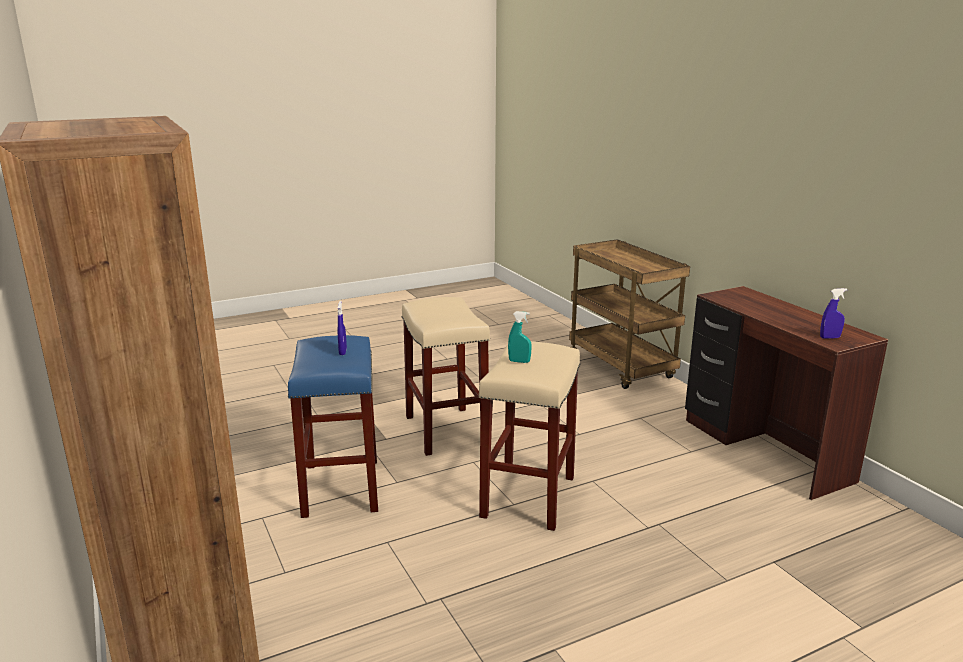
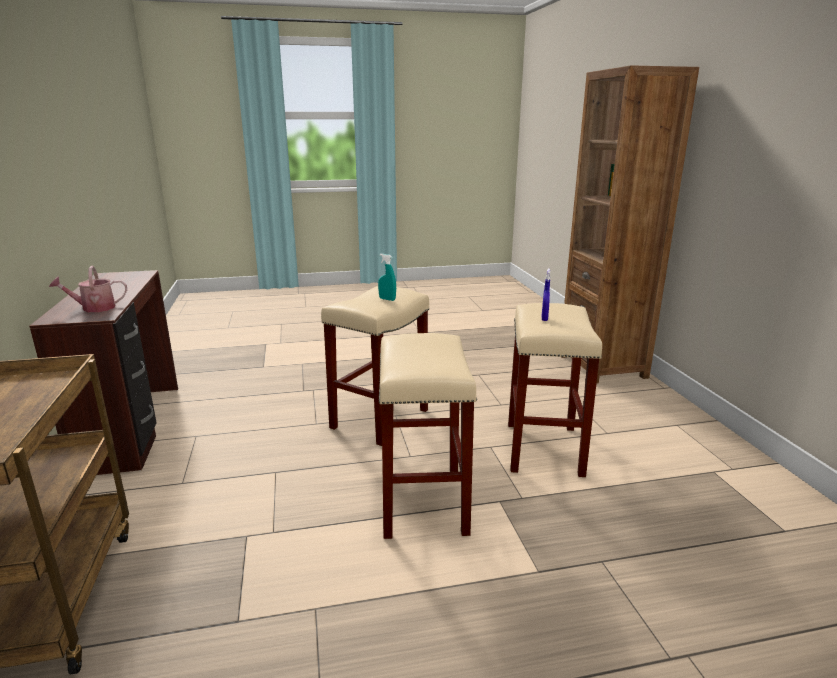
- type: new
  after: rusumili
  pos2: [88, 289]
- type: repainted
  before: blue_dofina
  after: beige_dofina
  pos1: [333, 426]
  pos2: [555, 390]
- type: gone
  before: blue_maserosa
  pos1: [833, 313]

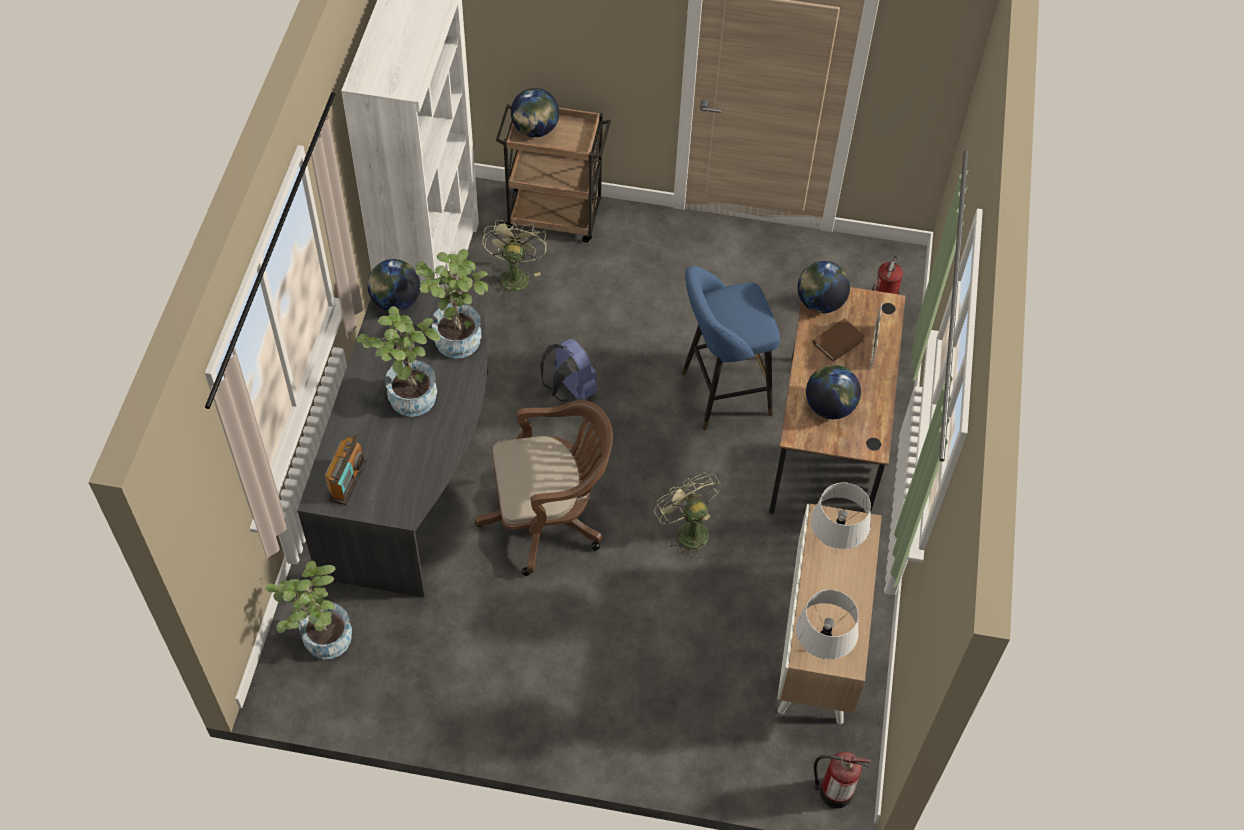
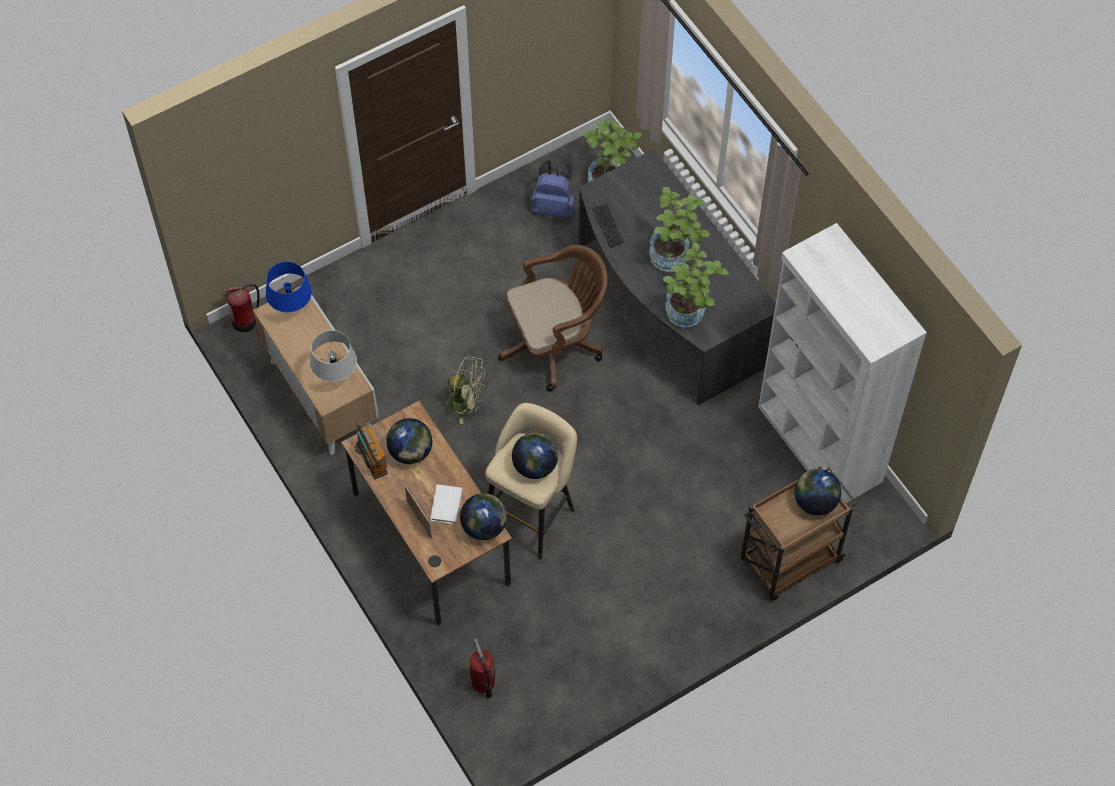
- type: repainted
  before: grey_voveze
  after: blue_voveze
  pos1: [827, 624]
  pos2: [289, 286]
- type: shifted
  before: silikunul
  pos1: [346, 469]
  pos2: [372, 451]
- type: repainted
  before: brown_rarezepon
  after: white_rarezepon
  pos1: [838, 340]
  pos2: [446, 504]
- type: repainted
  before: blue_dofina
  after: beige_dofina
  pos1: [731, 348]
  pos2: [531, 481]
- type: rotated
  before: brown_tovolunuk
  pos1: [544, 488]
  pos2: [552, 318]
  turn: -150
- type: shifted
  before: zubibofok
  pos1: [393, 285]
  pos2: [535, 456]
- type: shifted
  before: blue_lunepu
  pos1: [568, 370]
  pos2: [552, 189]
- type: new
  after: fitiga
  pos2: [608, 225]
- type: gone
  before: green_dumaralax
  pos1: [514, 258]

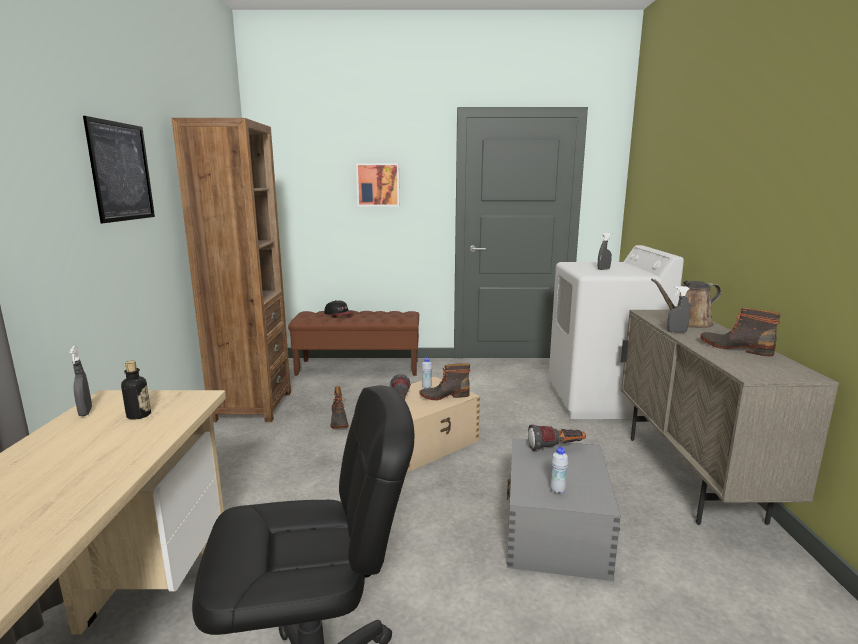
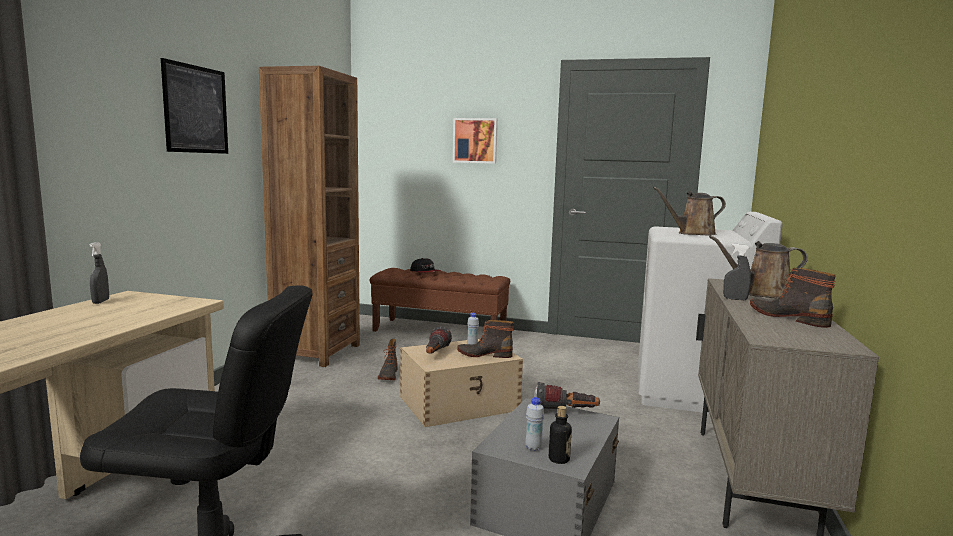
- type: shifted
  before: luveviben
  pos1: [136, 390]
  pos2: [560, 435]
- type: swapped
  before: grey_maserosa
  after: brown_rusumili
  pos1: [605, 251]
  pos2: [689, 211]

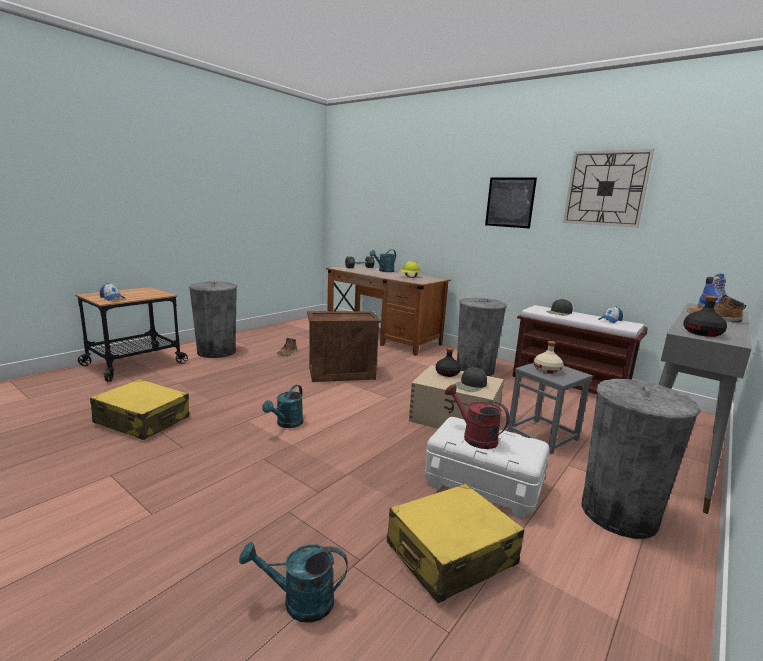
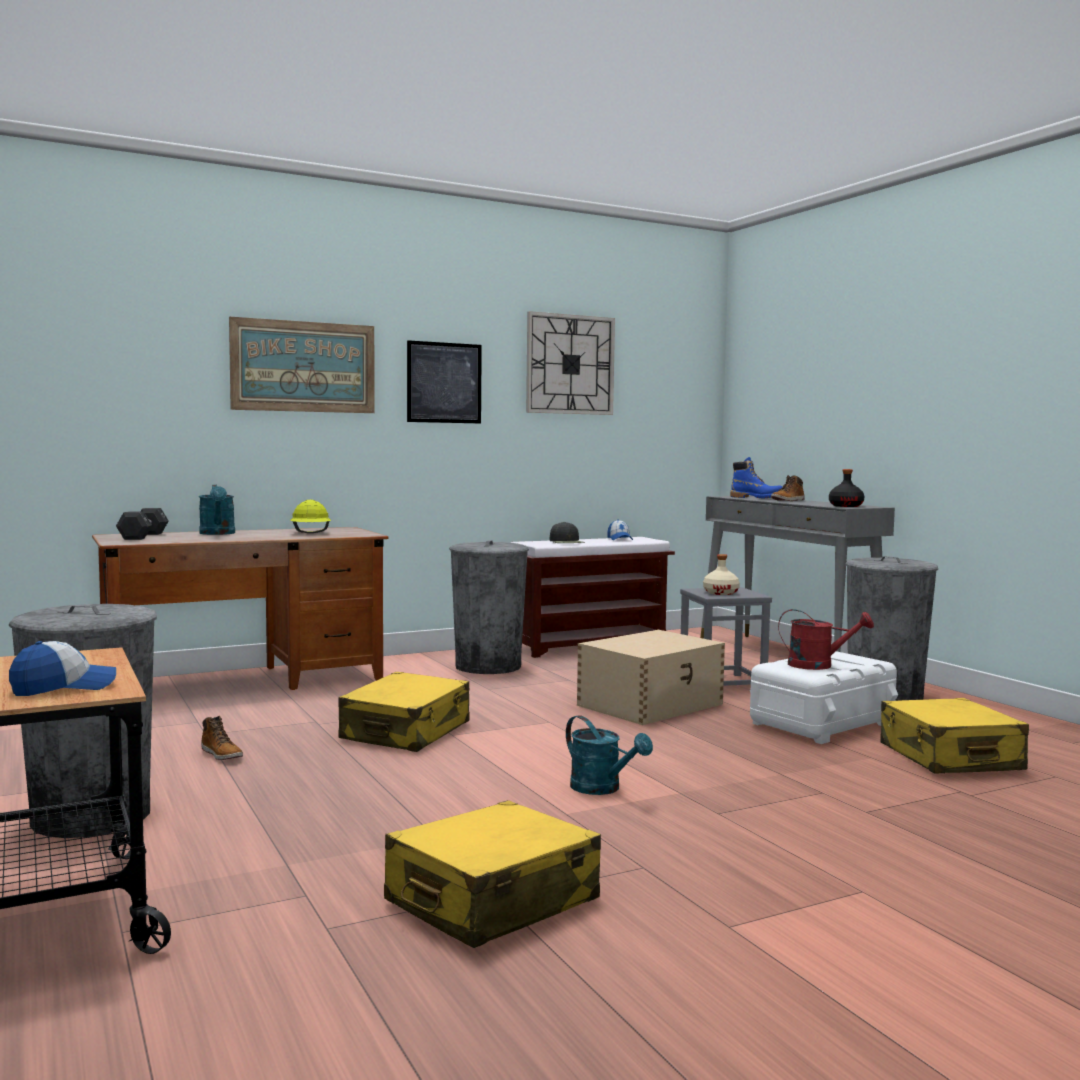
- type: new
  after: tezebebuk
  pos2: [302, 365]
- type: swapped
  before: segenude
  after: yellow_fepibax
  pos1: [344, 346]
  pos2: [404, 712]
- type: rotated
  before: red_rusumili
  pos1: [477, 416]
  pos2: [826, 639]
  turn: -150
- type: gone
  before: turquoise_rusumili
  pos1: [293, 582]
- type: gone
  before: black_luveviben
  pos1: [448, 362]
- type: gone
  before: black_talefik
  pos1: [471, 380]

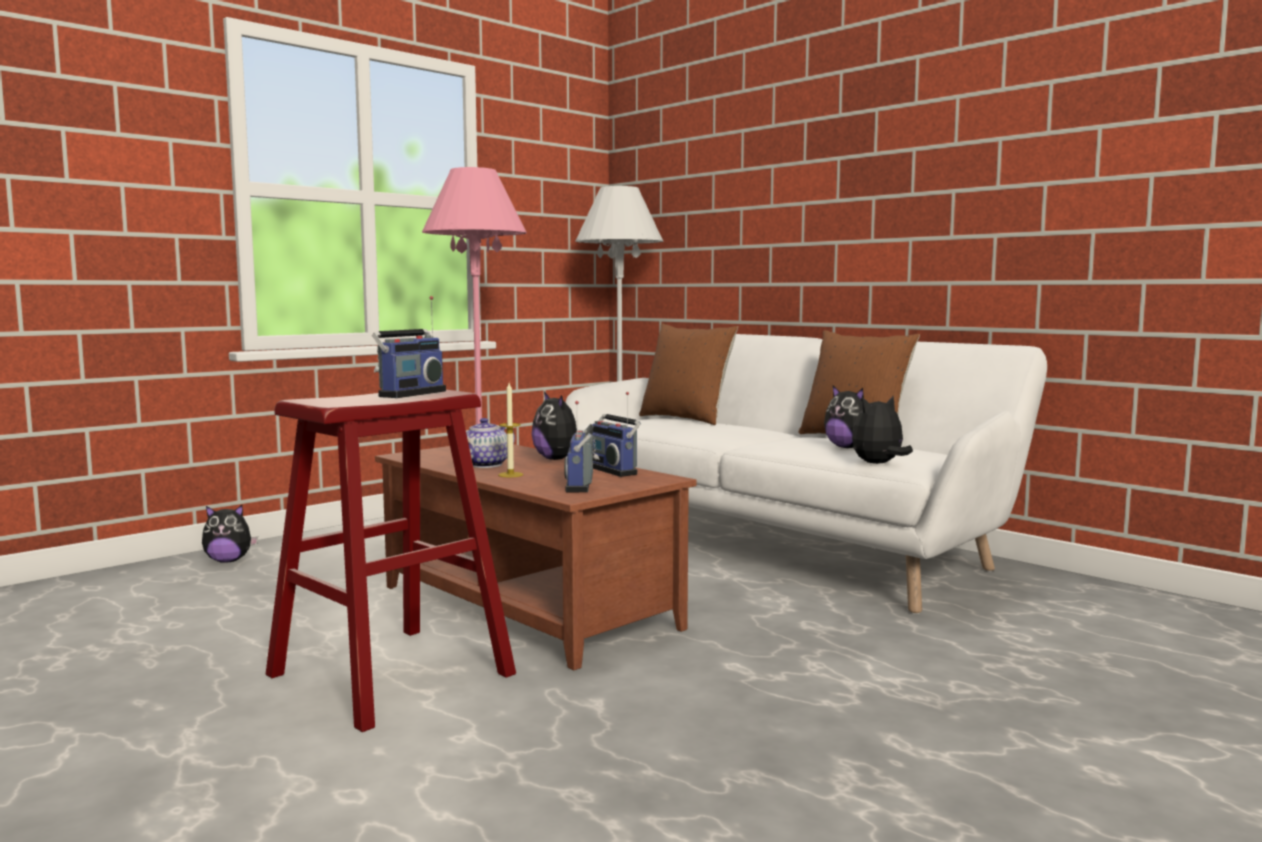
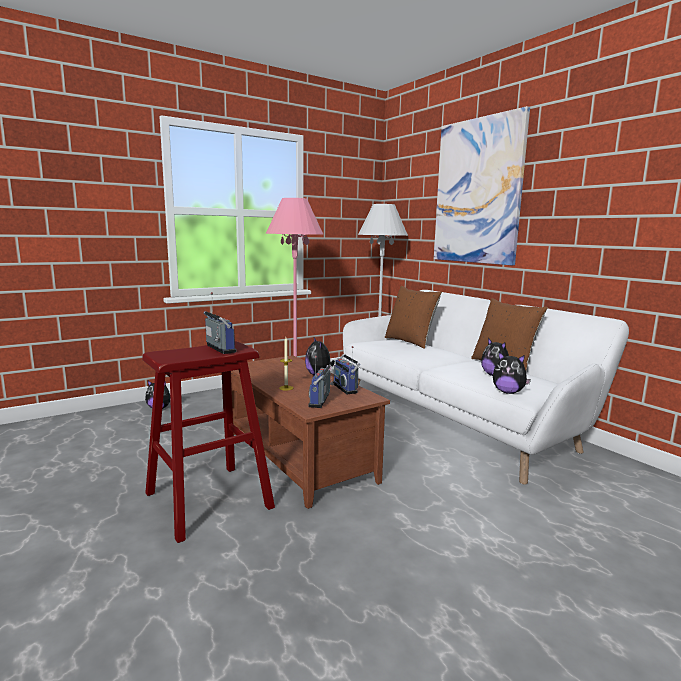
- type: rotated
  before: silikunul
  pos1: [409, 347]
  pos2: [220, 323]
  turn: -75
- type: new
  after: tezebebuk
  pos2: [482, 185]
- type: rotated
  before: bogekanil
  pos1: [882, 430]
  pos2: [512, 373]
  turn: -135
- type: gone
  before: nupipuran
  pos1: [490, 443]

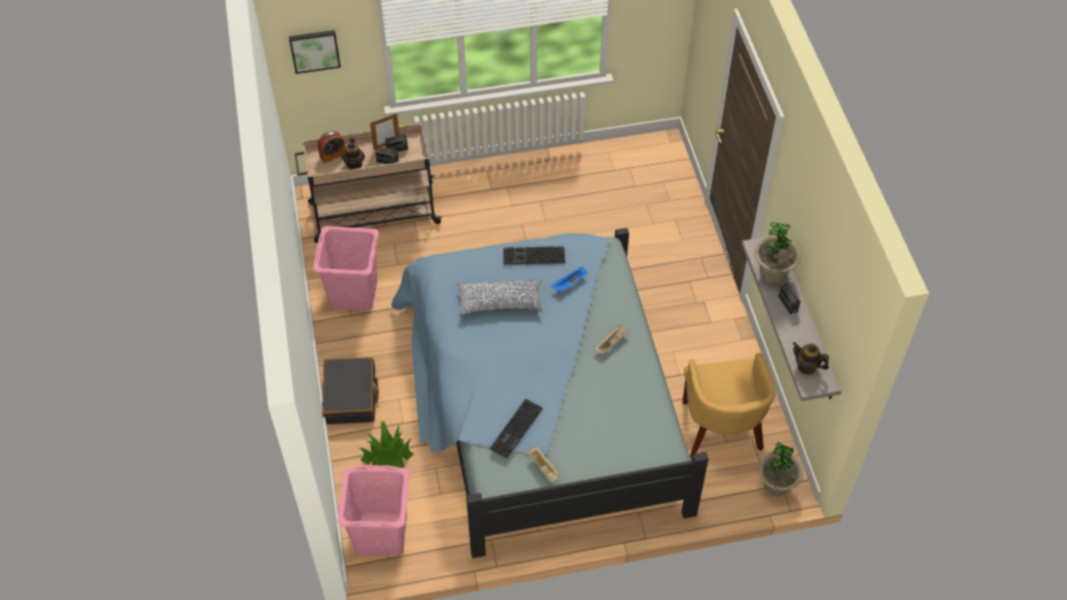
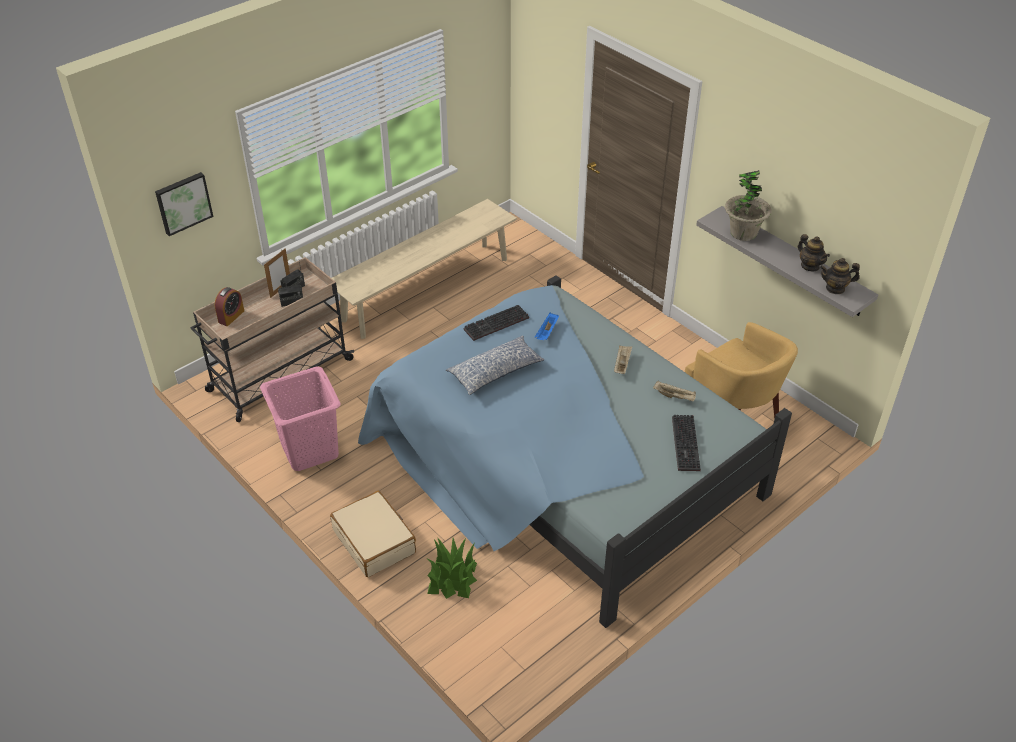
- type: repainted
  before: black_fepibax
  after: beige_fepibax
  pos1: [350, 391]
  pos2: [373, 534]
- type: new
  after: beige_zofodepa
  pos2: [424, 269]
- type: shifted
  before: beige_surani
  pos1: [543, 464]
  pos2: [674, 391]
- type: shifted
  before: fitiga
  pos1: [516, 428]
  pos2: [686, 443]
- type: shifted
  before: nupipuran
  pos1: [353, 153]
  pos2: [814, 252]
- type: gone
  before: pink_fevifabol
  pos1: [373, 510]
- type: gone
  before: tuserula
  pos1: [780, 469]
- type: gone
  before: silikunul
  pos1: [789, 298]

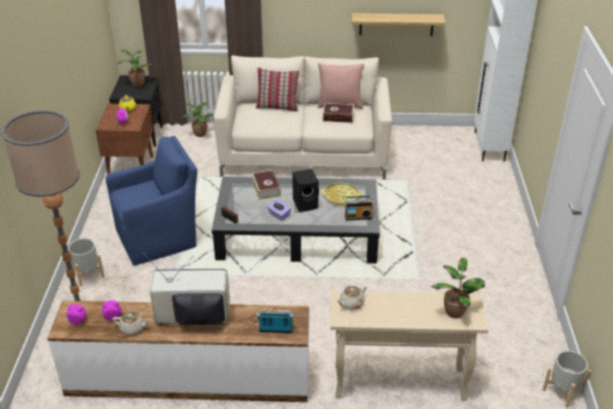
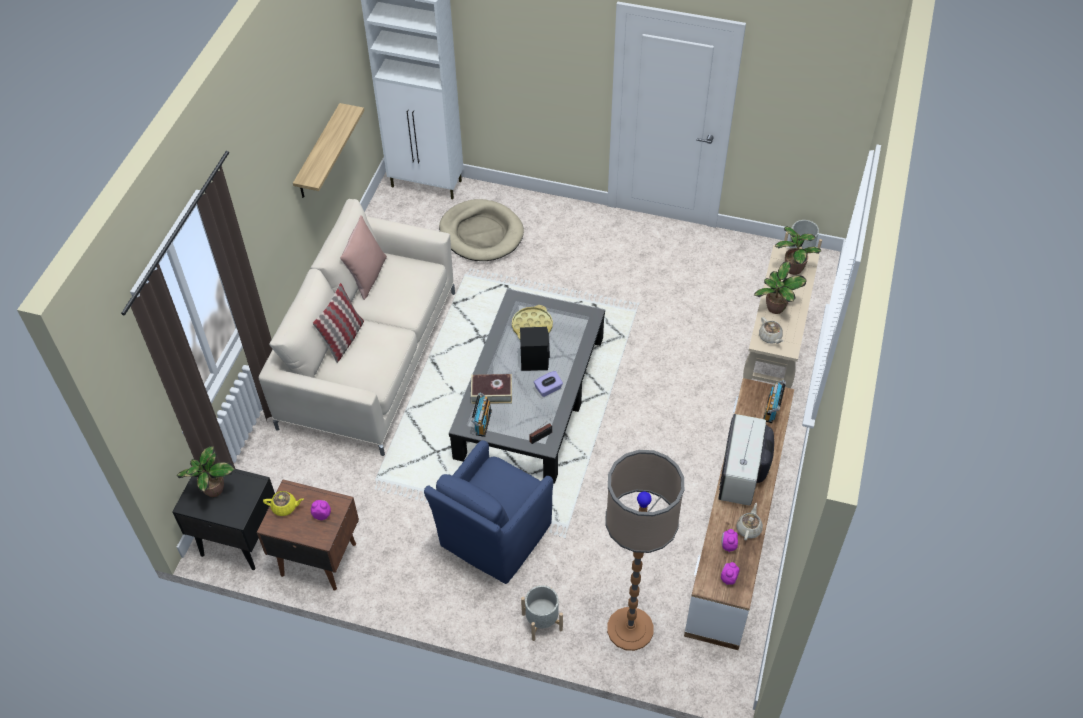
- type: rotated
  before: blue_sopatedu
  pos1: [151, 200]
  pos2: [488, 512]
  turn: -135
- type: new
  after: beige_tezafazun
  pos2: [481, 230]
- type: shifted
  before: silikunul
  pos1: [359, 208]
  pos2: [481, 414]
- type: shifted
  before: tuserula
  pos1: [198, 119]
  pos2: [780, 287]
- type: gone
  before: rarezepon
  pos1: [338, 113]

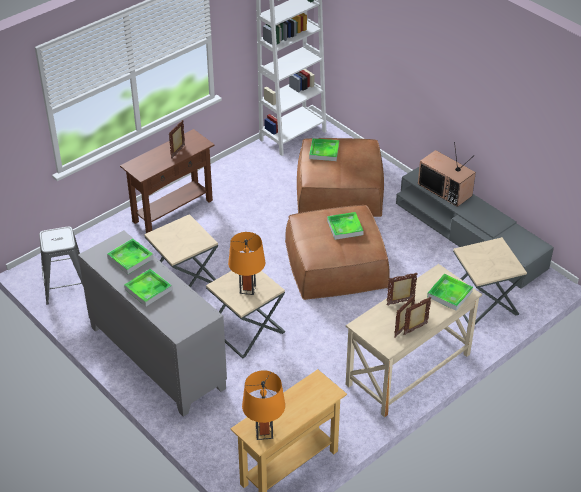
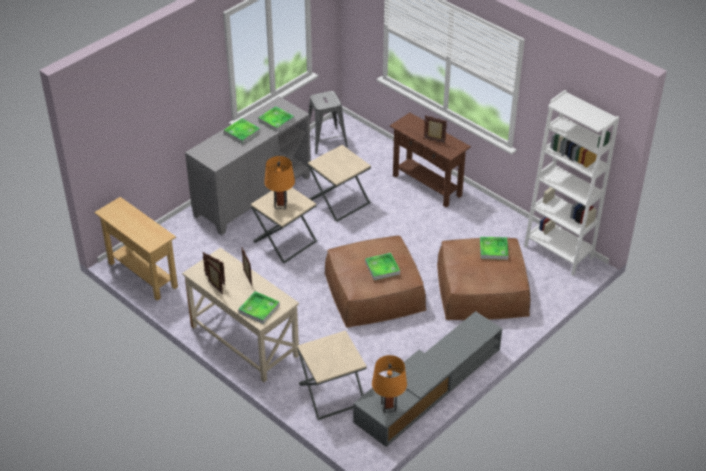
- type: shifted
  before: orange_voveze
  pos1: [263, 405]
  pos2: [389, 384]
- type: gone
  before: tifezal
  pos1: [447, 174]

